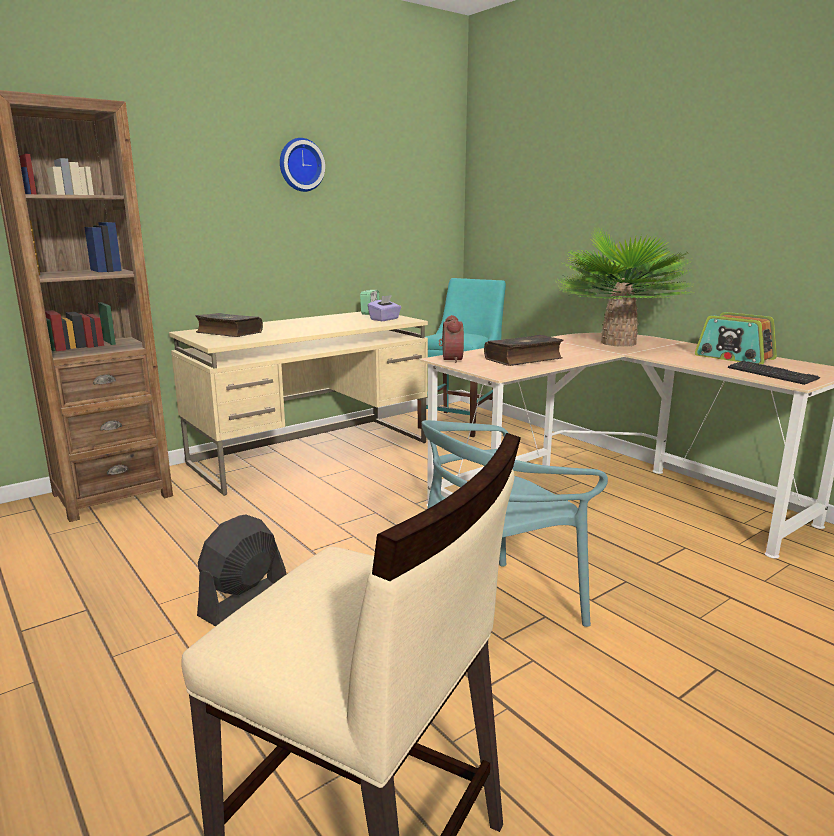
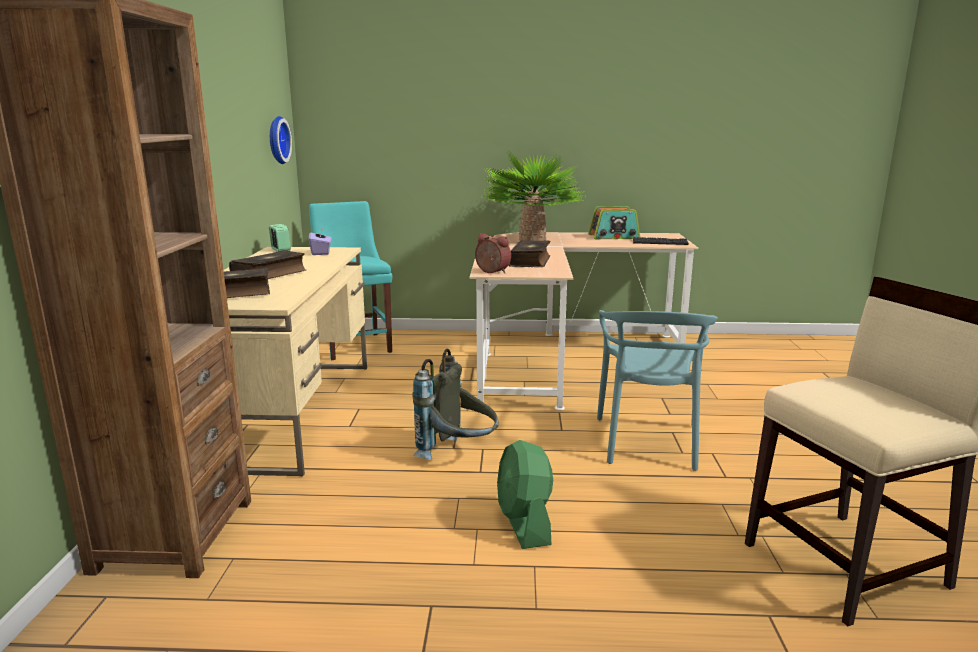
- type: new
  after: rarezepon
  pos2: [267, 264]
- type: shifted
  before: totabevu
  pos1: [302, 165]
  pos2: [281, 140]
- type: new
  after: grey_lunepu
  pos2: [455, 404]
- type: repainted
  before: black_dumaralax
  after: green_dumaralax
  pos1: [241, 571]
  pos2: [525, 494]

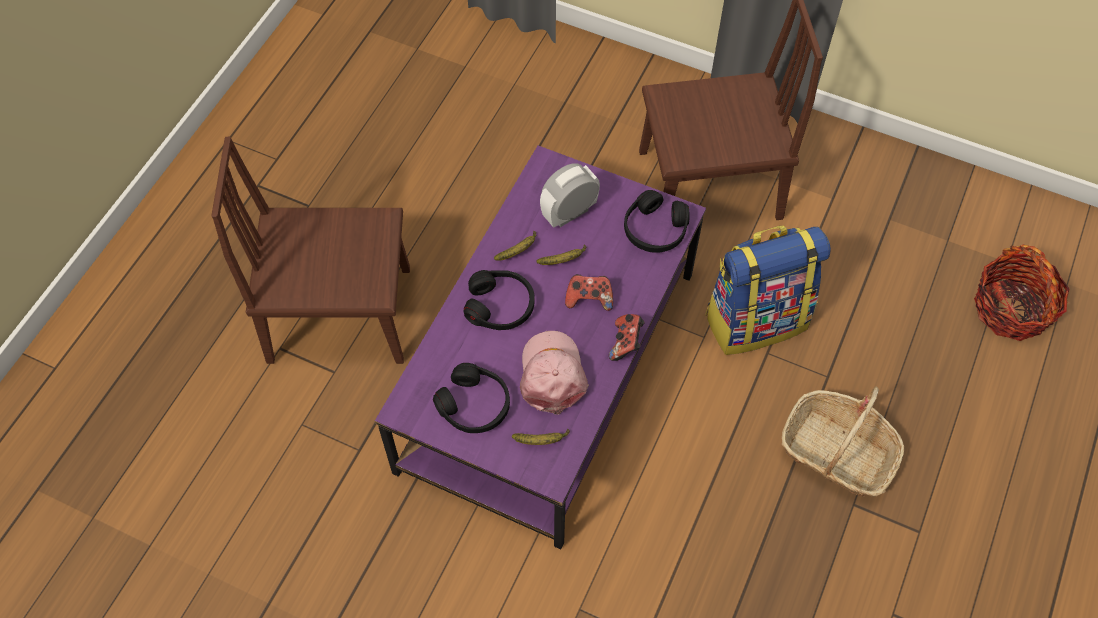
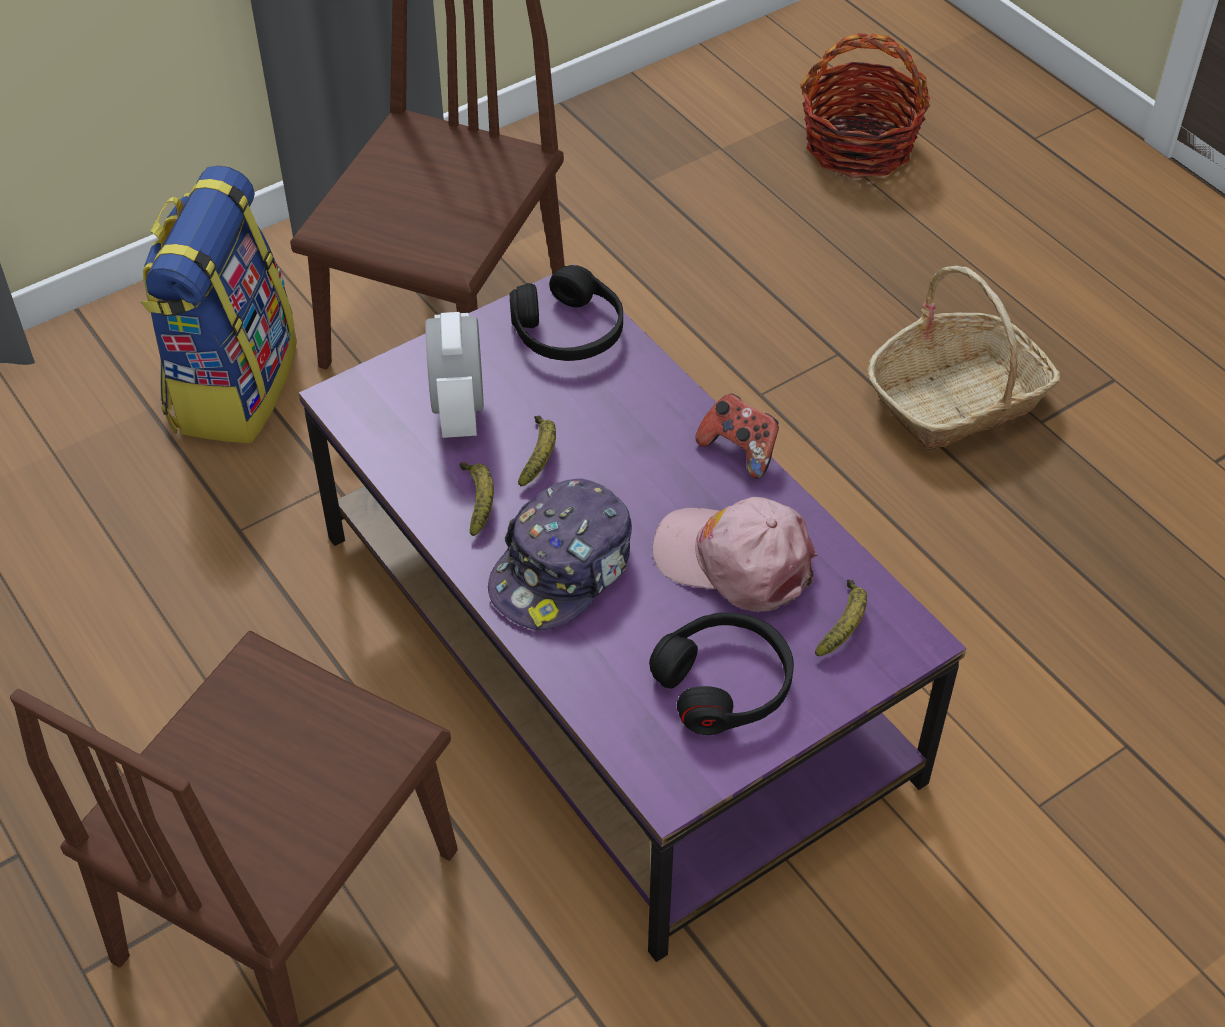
- type: shifted
  before: lunepu
  pos1: [768, 290]
  pos2: [219, 304]
- type: swapped
  before: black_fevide
  after: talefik
  pos1: [499, 300]
  pos2: [560, 554]
- type: gone
  before: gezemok
  pos1: [589, 292]

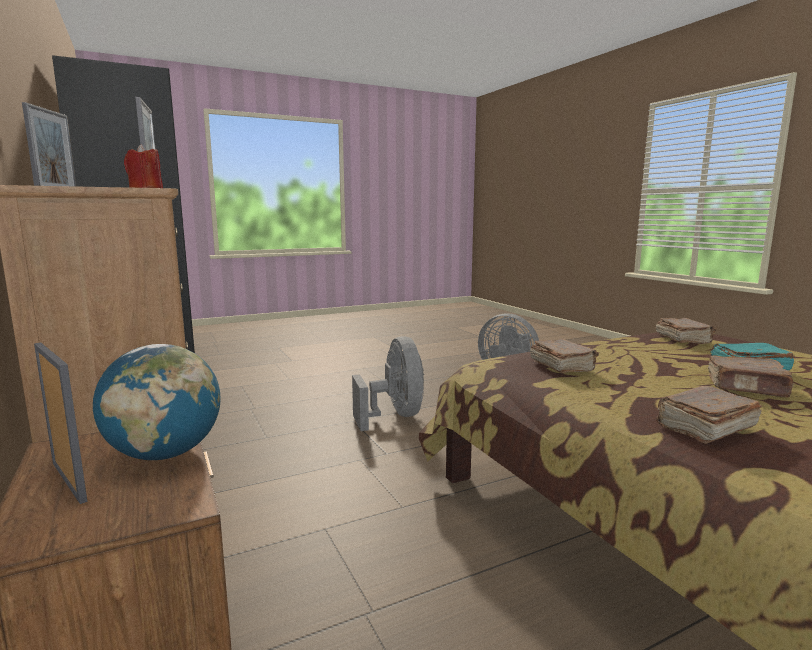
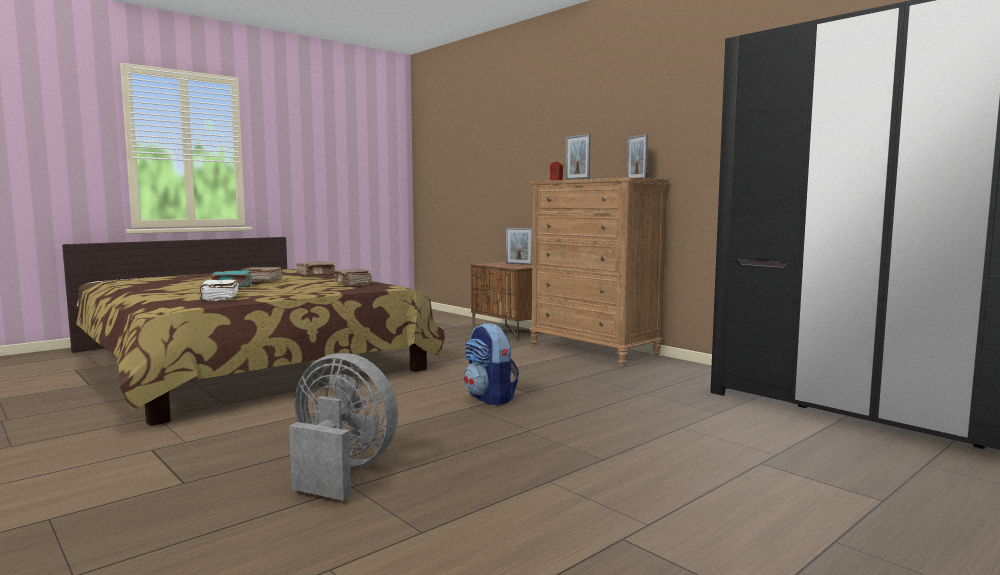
- type: repainted
  before: brown_rarezepon
  after: white_rarezepon
  pos1: [686, 331]
  pos2: [219, 290]
- type: swapped
  before: grey_dumaralax
  after: lunepu
  pos1: [388, 383]
  pos2: [491, 364]
- type: gone
  before: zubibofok
  pos1: [157, 402]

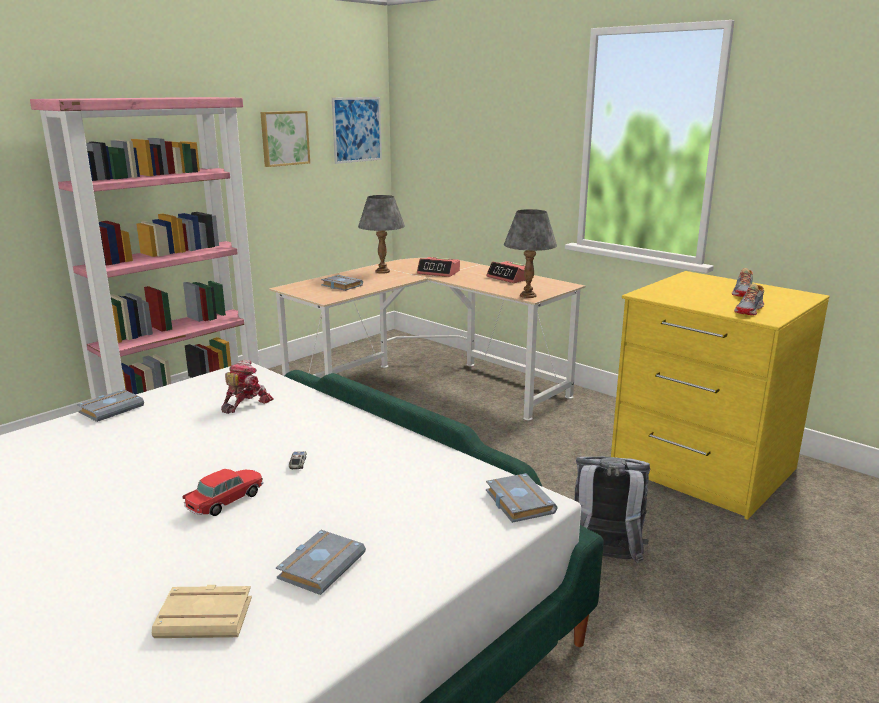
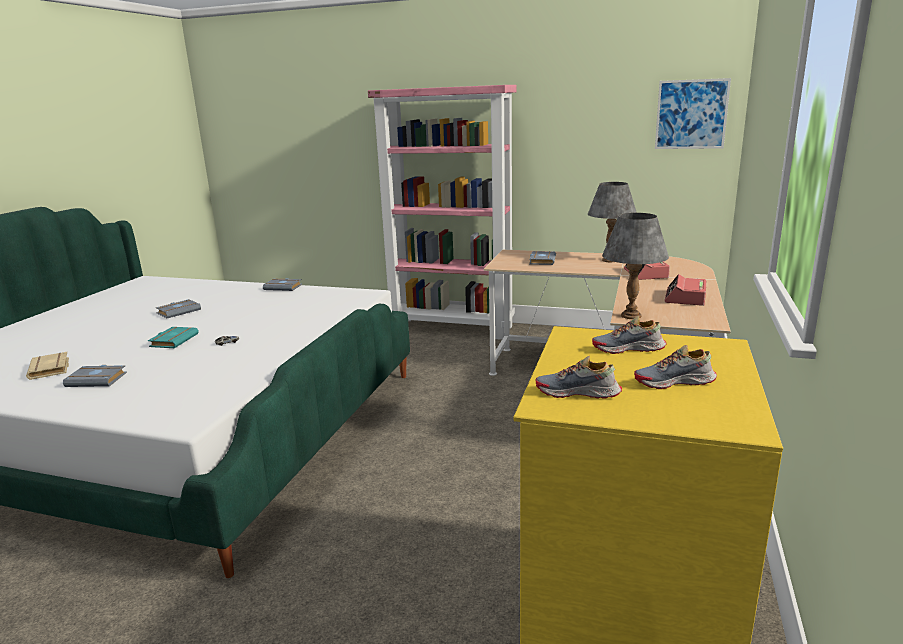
- type: swapped
  before: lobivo
  after: turquoise_rarezepon
  pos1: [223, 492]
  pos2: [173, 337]
- type: shifted
  before: grey_rarezepon
  pos1: [521, 498]
  pos2: [178, 308]
- type: new
  after: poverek
  pos2: [629, 335]
- type: gone
  before: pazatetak
  pos1: [247, 387]
- type: gone
  before: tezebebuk
  pos1: [285, 139]
- type: gone
  before: grey_lunepu
  pos1: [612, 509]

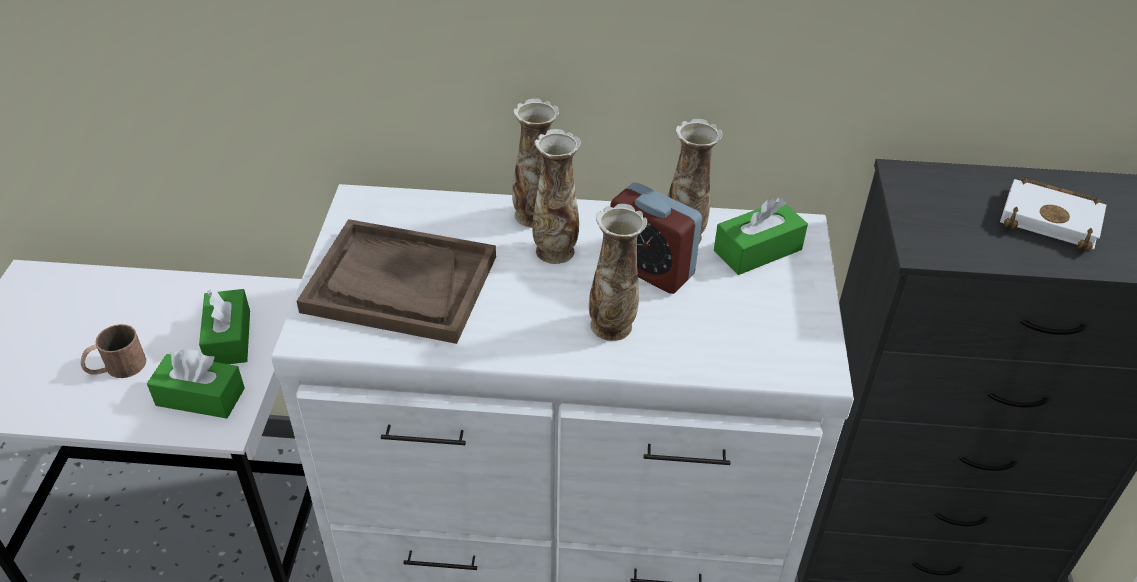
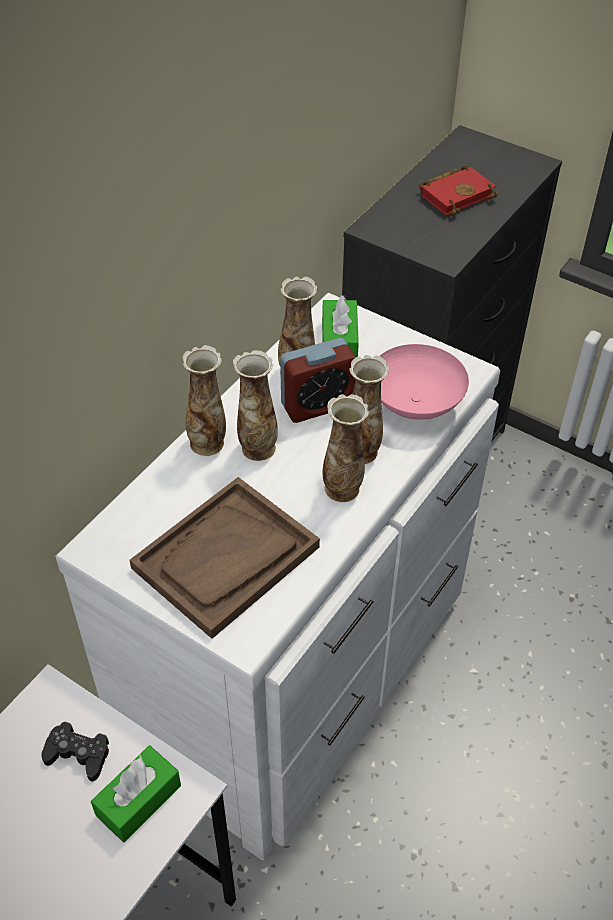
- type: swapped
  before: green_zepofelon
  after: black_gezemok
  pos1: [224, 326]
  pos2: [75, 751]
- type: new
  after: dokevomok
  pos2: [345, 448]
- type: new
  after: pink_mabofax
  pos2: [424, 382]
- type: repainted
  before: white_rarezepon
  after: red_rarezepon
  pos1: [1053, 214]
  pos2: [458, 191]
- type: gone
  before: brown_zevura
  pos1: [113, 351]

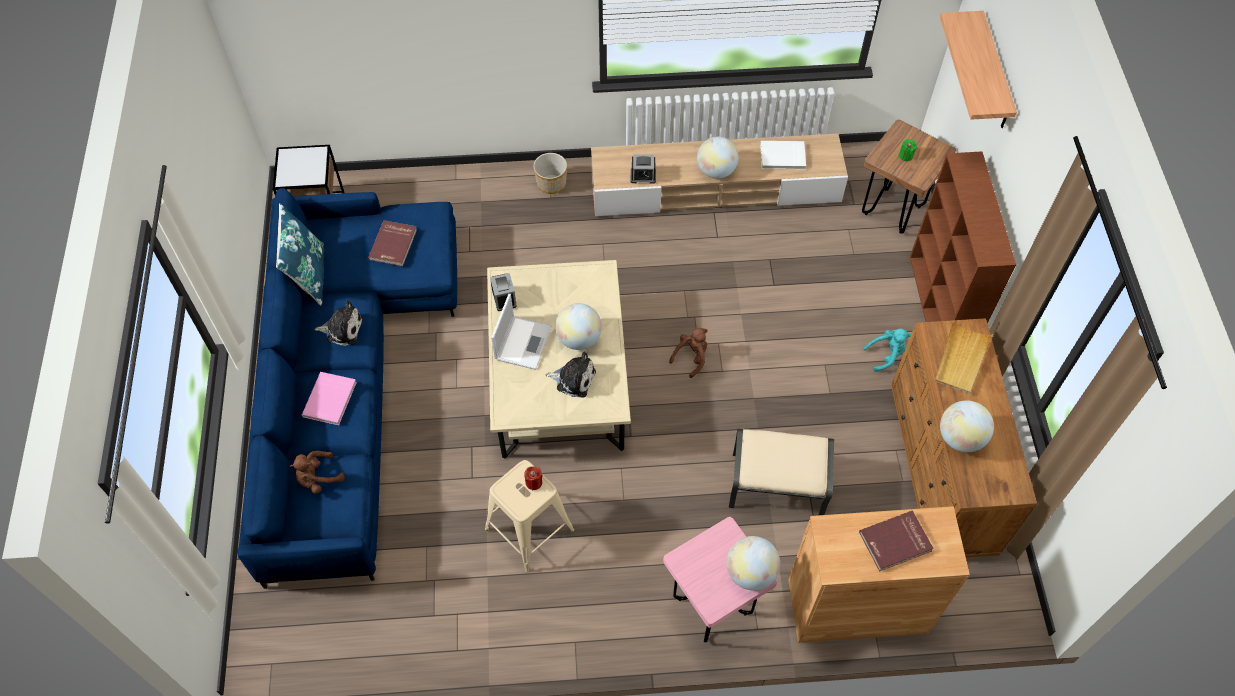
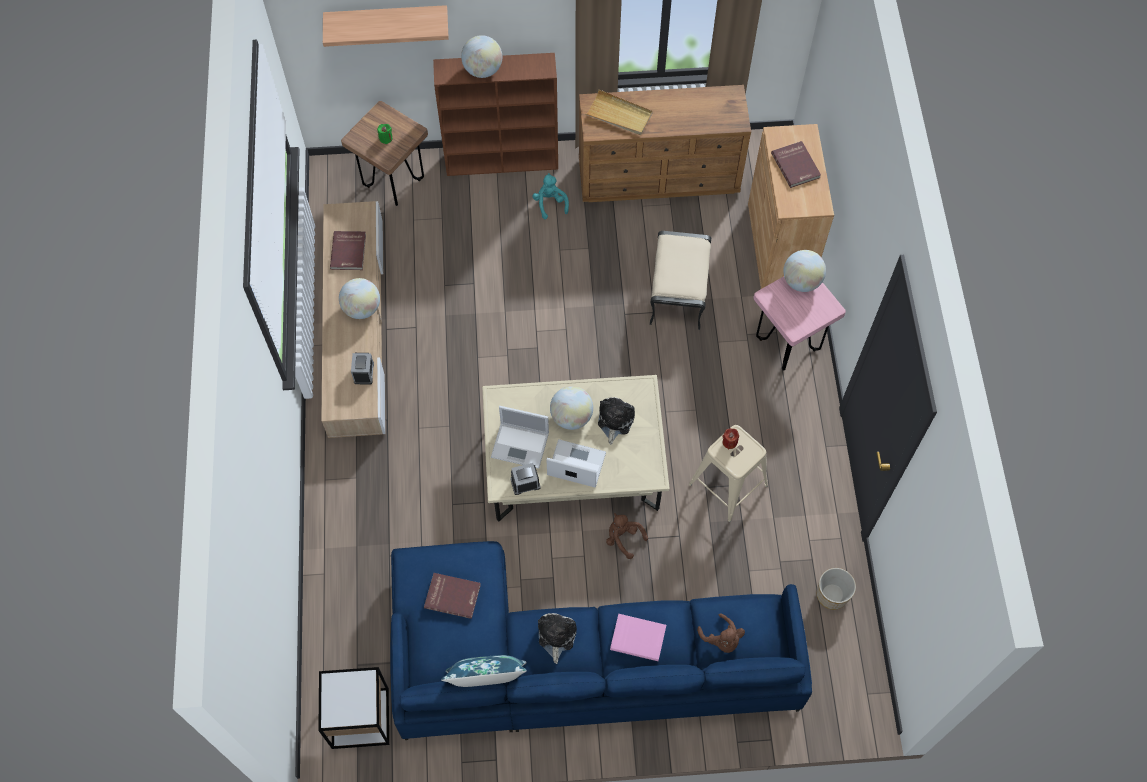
- type: repainted
  before: white_rarezepon
  after: red_rarezepon
  pos1: [783, 155]
  pos2: [348, 250]
- type: shifted
  before: zubibofok
  pos1: [967, 426]
  pos2: [481, 56]
- type: new
  after: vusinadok
  pos2: [520, 437]
- type: shifted
  before: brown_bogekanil
  pos1: [688, 353]
  pos2: [627, 536]
- type: shifted
  before: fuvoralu
  pos1: [550, 173]
  pos2: [836, 589]

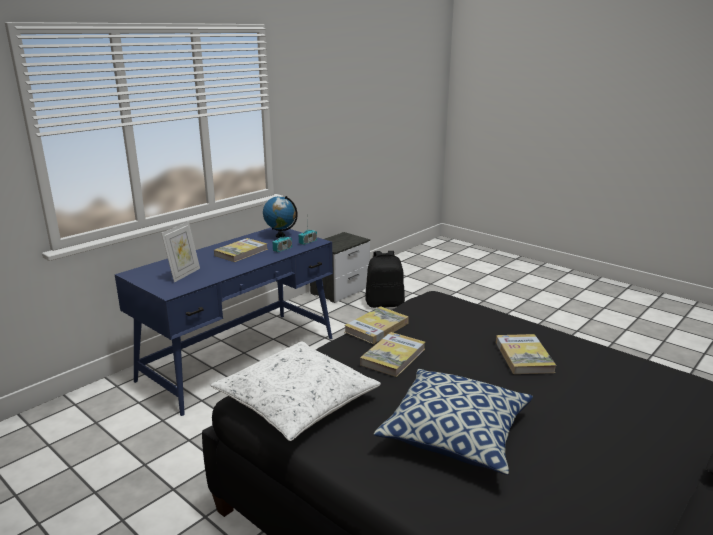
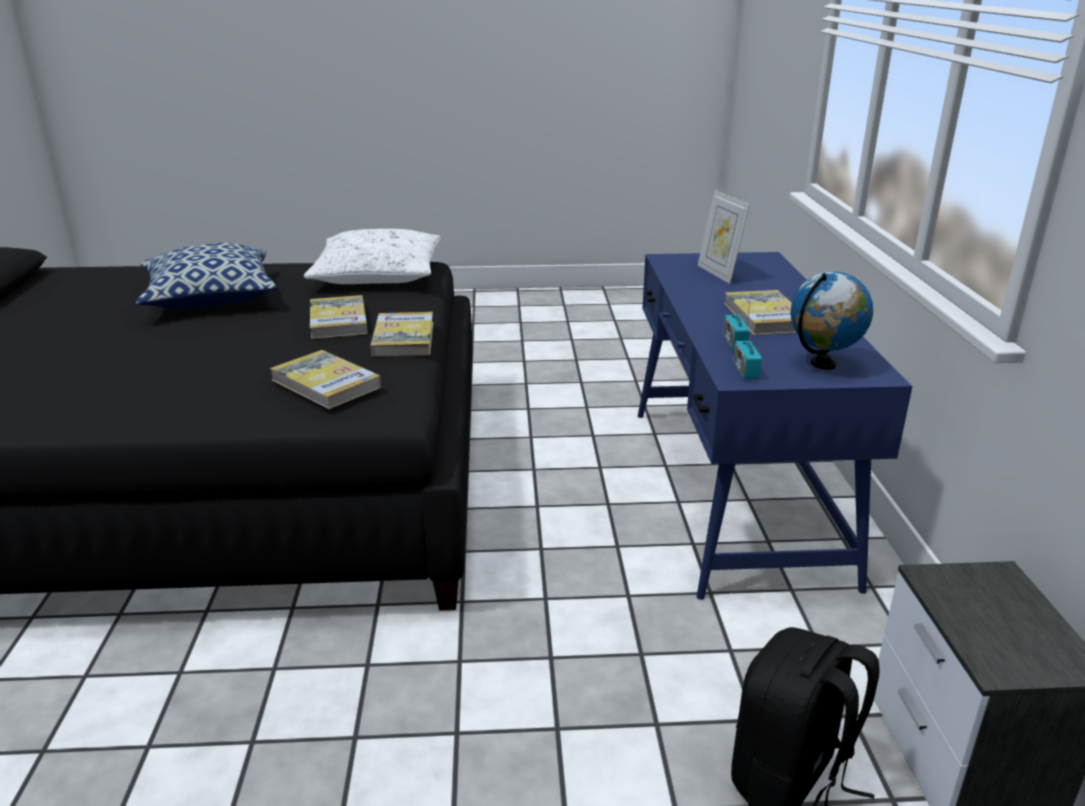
- type: shifted
  before: rarezepon
  pos1: [526, 354]
  pos2: [325, 379]

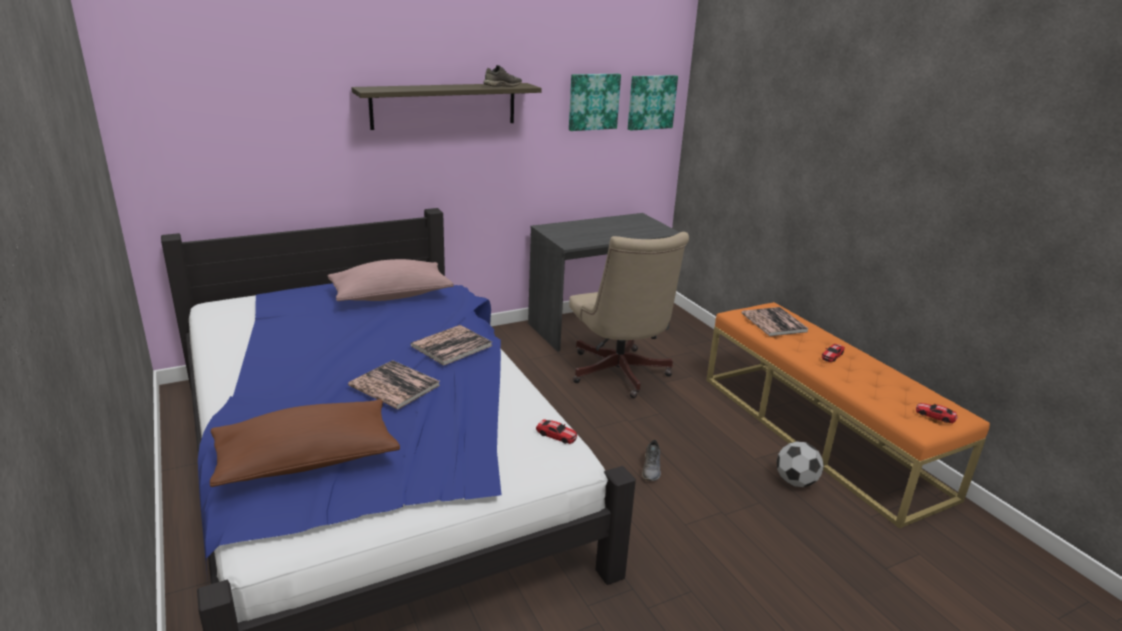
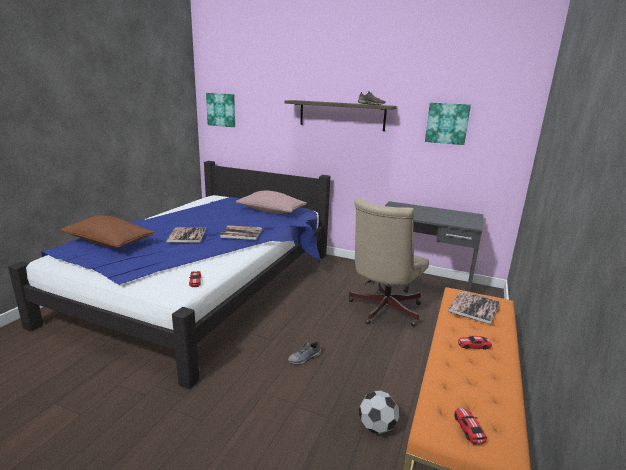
- type: shifted
  before: tezebebuk
  pos1: [653, 103]
  pos2: [220, 110]

